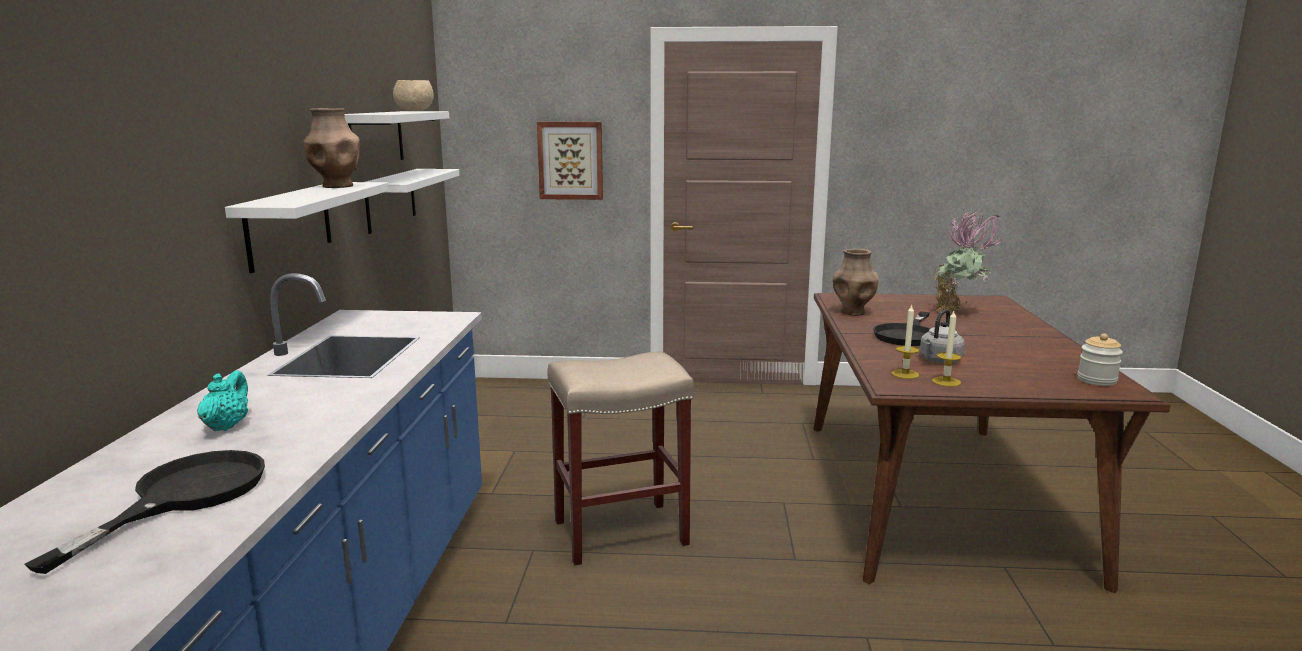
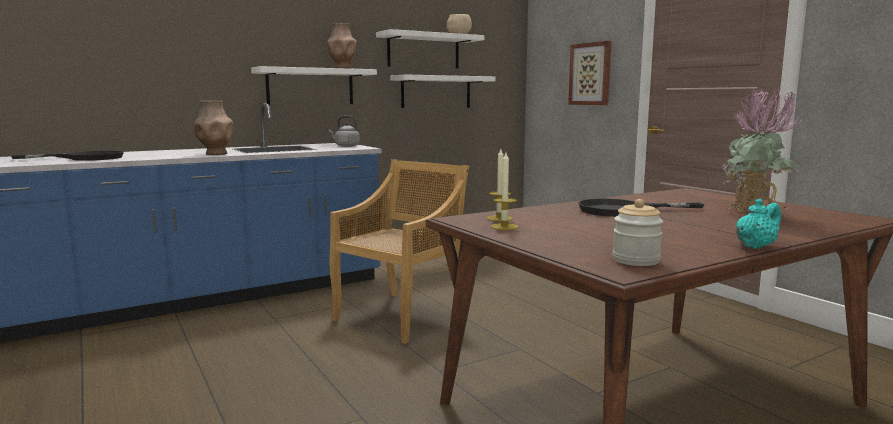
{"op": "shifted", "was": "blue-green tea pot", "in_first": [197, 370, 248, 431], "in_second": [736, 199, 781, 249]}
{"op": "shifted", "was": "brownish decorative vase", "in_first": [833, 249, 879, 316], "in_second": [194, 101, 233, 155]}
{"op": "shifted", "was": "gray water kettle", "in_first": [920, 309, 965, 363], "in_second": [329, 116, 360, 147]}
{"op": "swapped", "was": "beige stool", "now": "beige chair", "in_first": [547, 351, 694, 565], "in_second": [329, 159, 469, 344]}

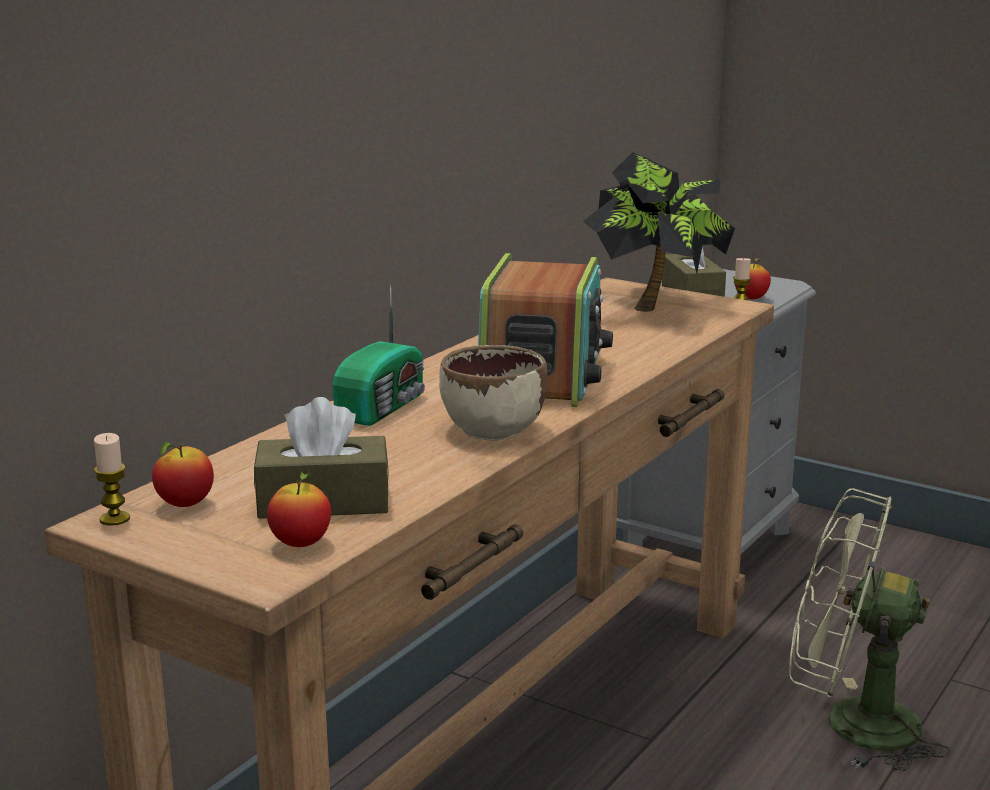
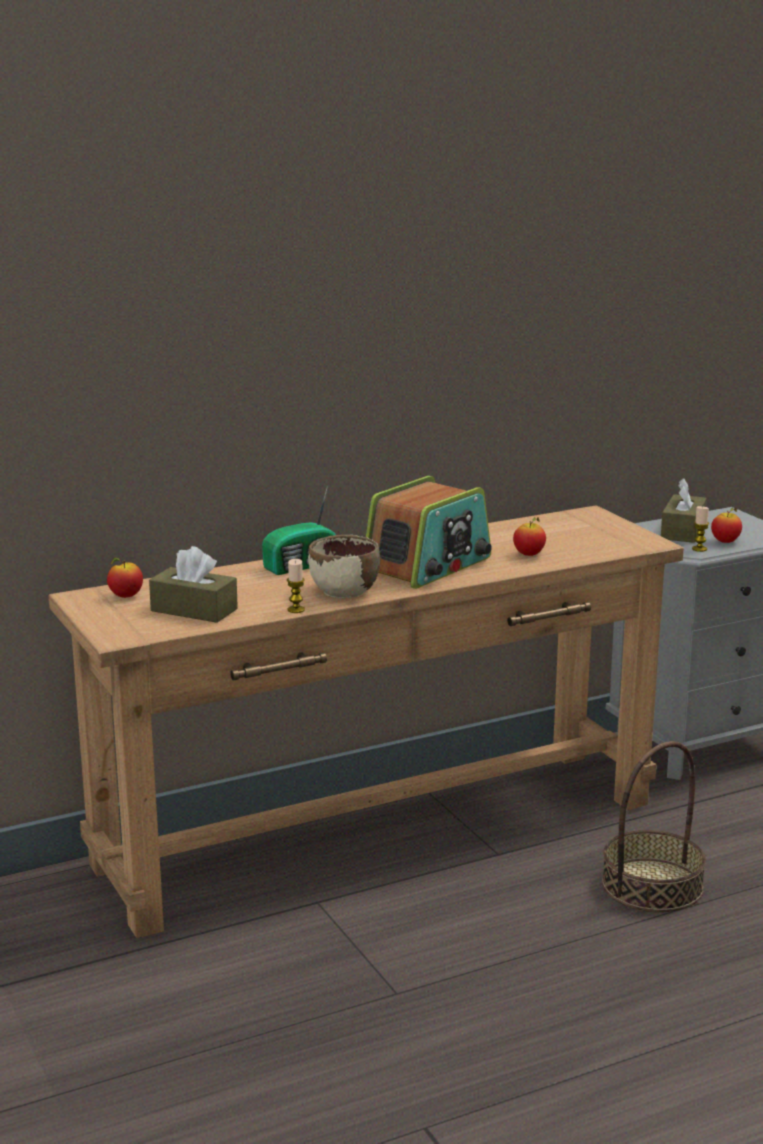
{"op": "gone", "was": "houseplant", "in_first": [583, 152, 735, 312]}
{"op": "shifted", "was": "candle", "in_first": [94, 433, 130, 526], "in_second": [287, 559, 305, 613]}
{"op": "shifted", "was": "apple fruit", "in_first": [267, 471, 331, 547], "in_second": [513, 517, 546, 556]}
{"op": "swapped", "was": "green cooling fan", "now": "household basket", "in_first": [789, 488, 950, 771], "in_second": [602, 741, 706, 912]}

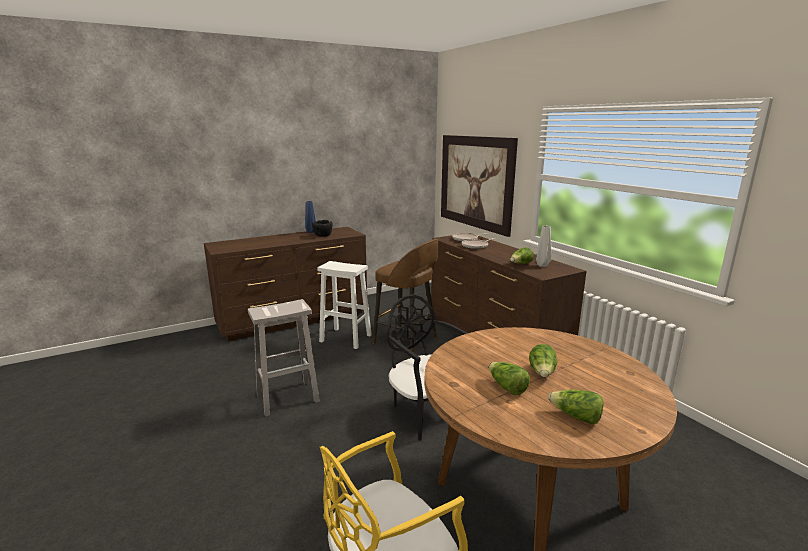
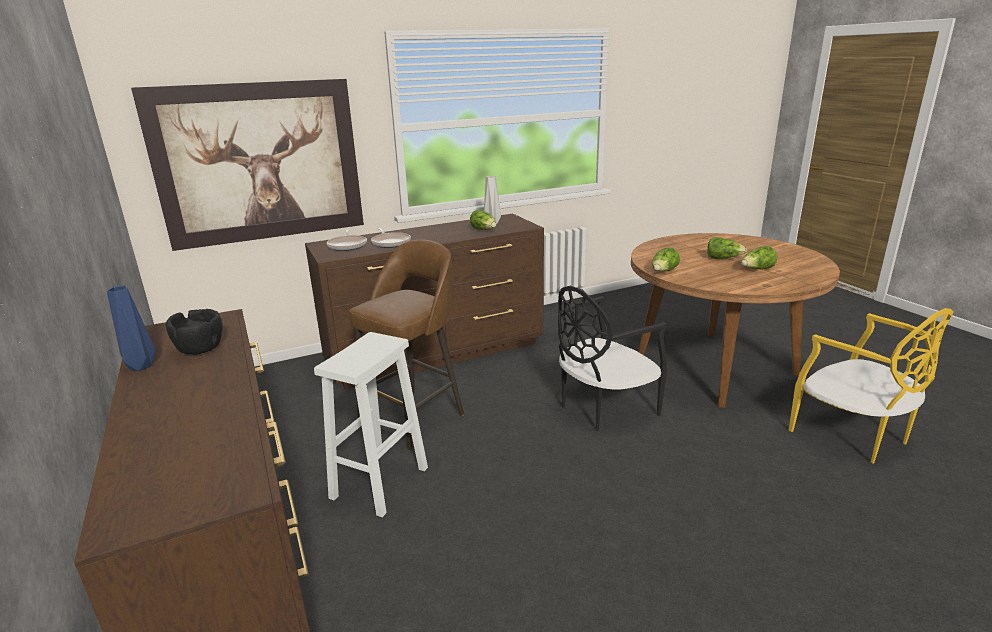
{"op": "gone", "was": "white stool", "in_first": [248, 299, 320, 417]}
{"op": "shifted", "was": "lettuce head", "in_first": [548, 390, 603, 425], "in_second": [652, 247, 680, 272]}

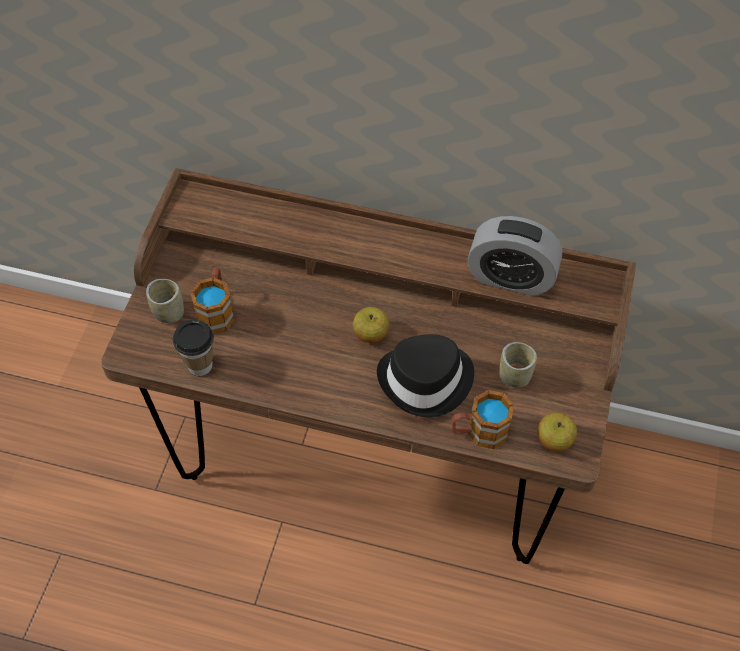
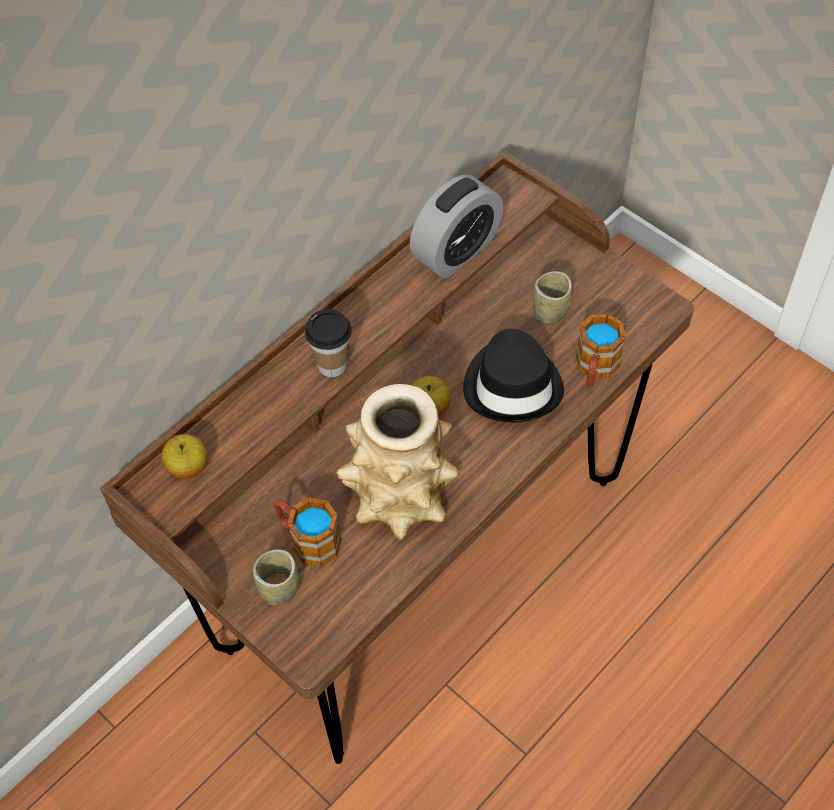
{"op": "new", "now": "decorative vase", "in_second": [336, 384, 459, 540]}
{"op": "shifted", "was": "cup", "in_first": [173, 319, 214, 376], "in_second": [305, 309, 352, 377]}
{"op": "shifted", "was": "apple fruit", "in_first": [537, 413, 577, 452], "in_second": [161, 434, 208, 479]}

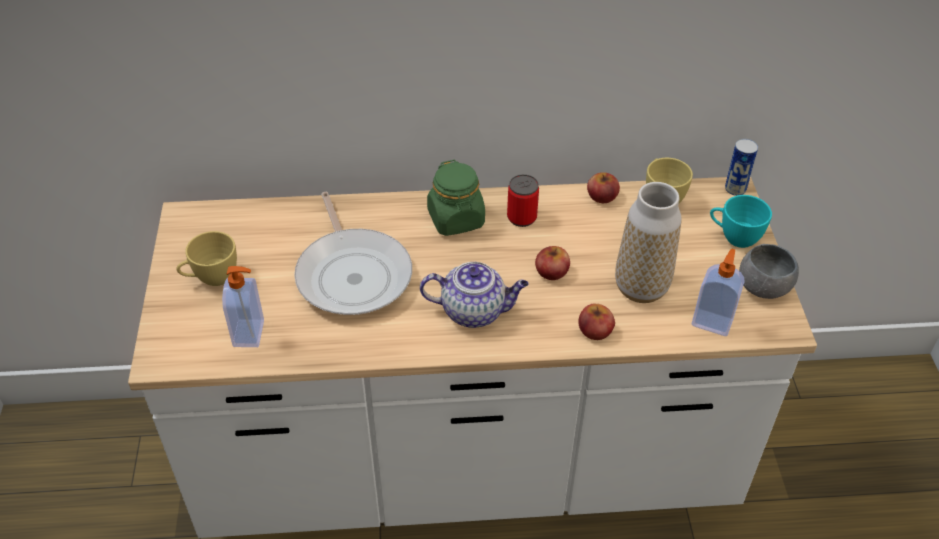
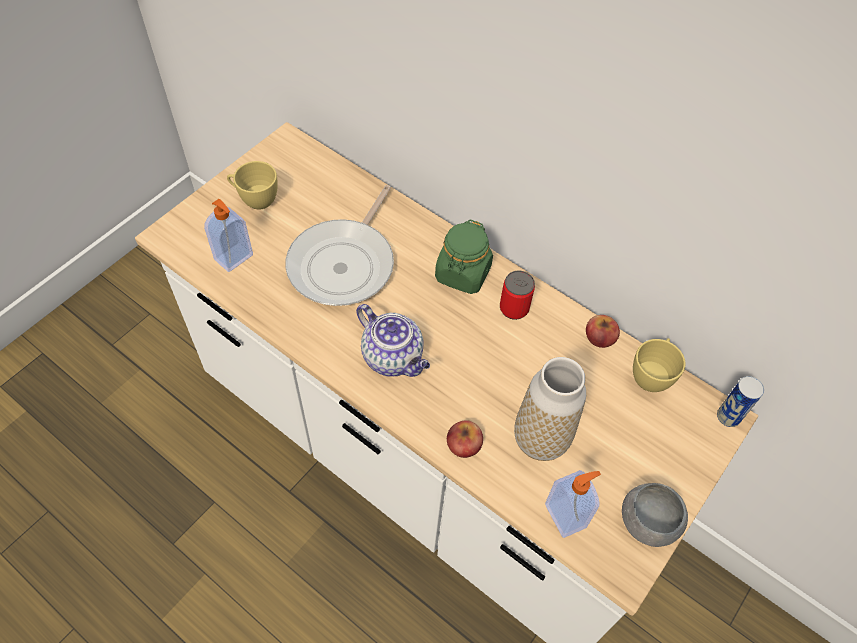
{"op": "gone", "was": "apple fruit", "in_first": [535, 246, 570, 280]}
{"op": "gone", "was": "blue-green cup", "in_first": [710, 195, 772, 248]}

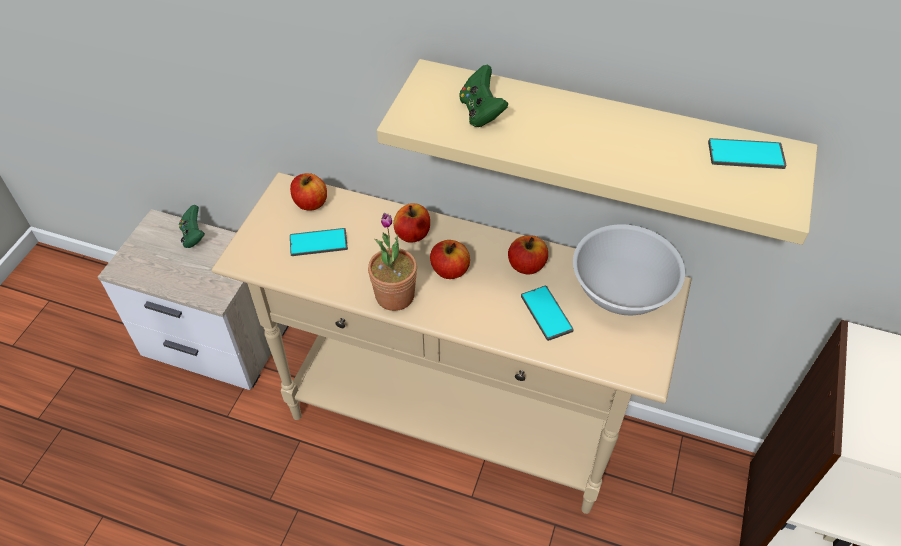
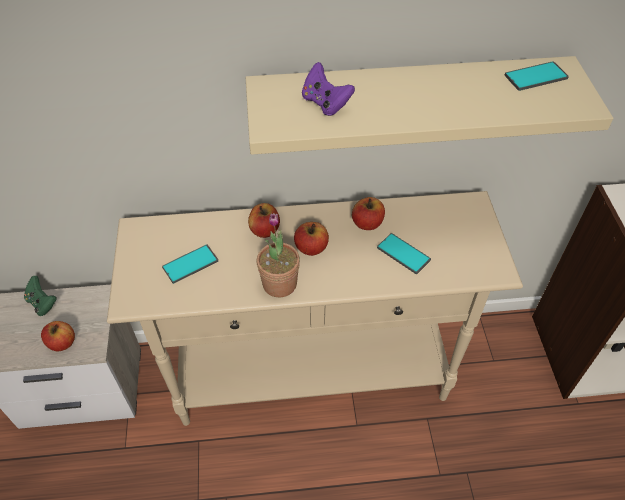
{"op": "gone", "was": "white deep dish", "in_first": [573, 224, 685, 315]}
{"op": "shifted", "was": "apple fruit", "in_first": [290, 173, 327, 211], "in_second": [41, 321, 75, 351]}
{"op": "repainted", "was": "green game controller", "now": "purplish game controller", "in_first": [459, 64, 508, 127], "in_second": [302, 62, 355, 116]}

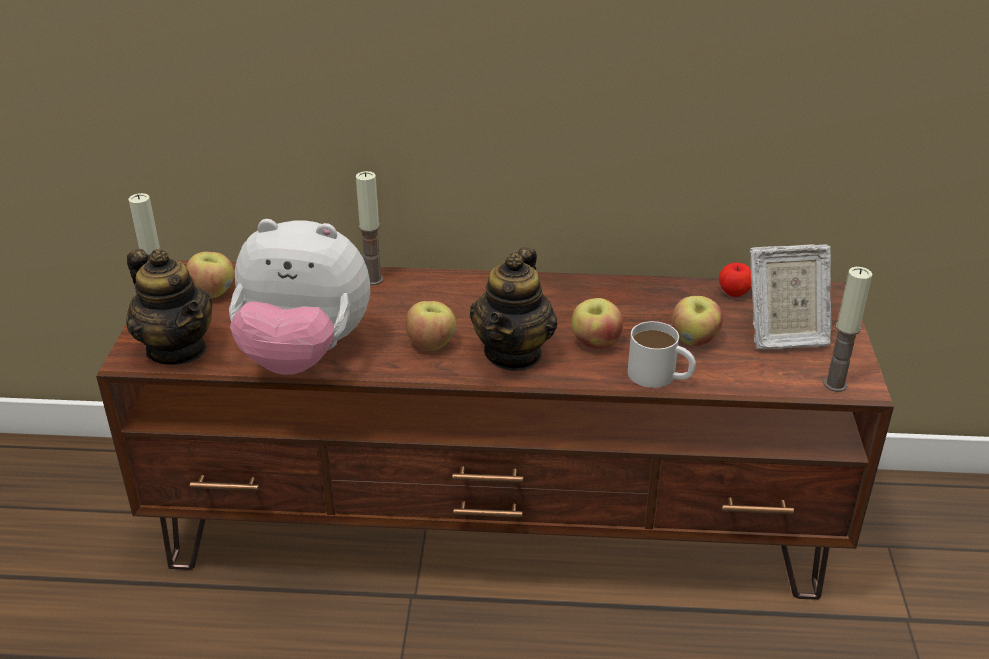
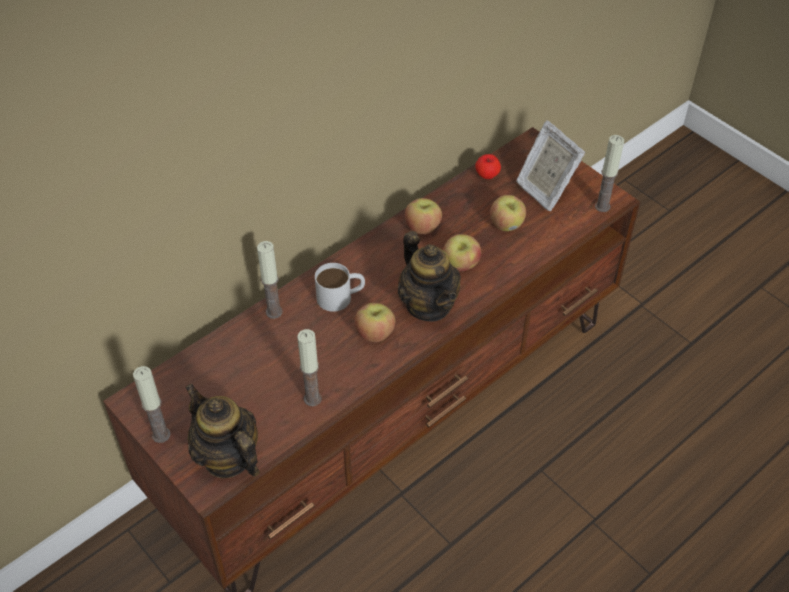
{"op": "shifted", "was": "apple fruit", "in_first": [186, 252, 234, 299], "in_second": [405, 198, 442, 235]}
{"op": "shifted", "was": "white mug", "in_first": [628, 321, 696, 388], "in_second": [315, 263, 365, 312]}
{"op": "swapped", "was": "soft toy", "now": "candle", "in_first": [229, 219, 370, 375], "in_second": [297, 329, 322, 406]}
{"op": "rotated", "was": "tea pot", "in_first": [126, 249, 213, 365], "in_second": [185, 384, 260, 478], "clockwise": -135}
{"op": "rotated", "was": "standing frame", "in_first": [750, 244, 831, 350], "in_second": [516, 121, 585, 211], "clockwise": 105}

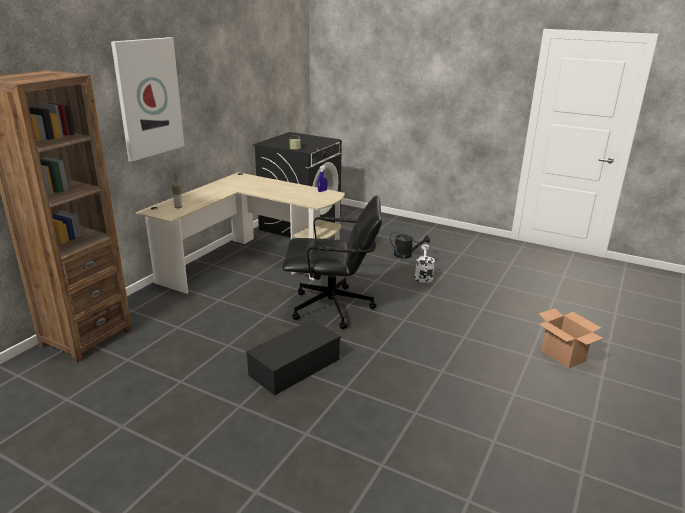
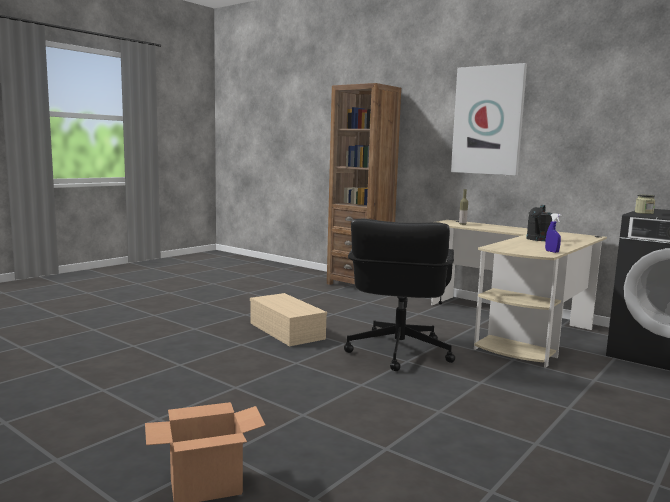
{"op": "gone", "was": "white sprinkling can", "in_first": [415, 244, 435, 283]}
{"op": "shifted", "was": "black sprinkling can", "in_first": [390, 231, 430, 259], "in_second": [526, 205, 553, 241]}
{"op": "repainted", "was": "black storage container", "now": "beige storage container", "in_first": [246, 320, 341, 395], "in_second": [250, 293, 327, 346]}

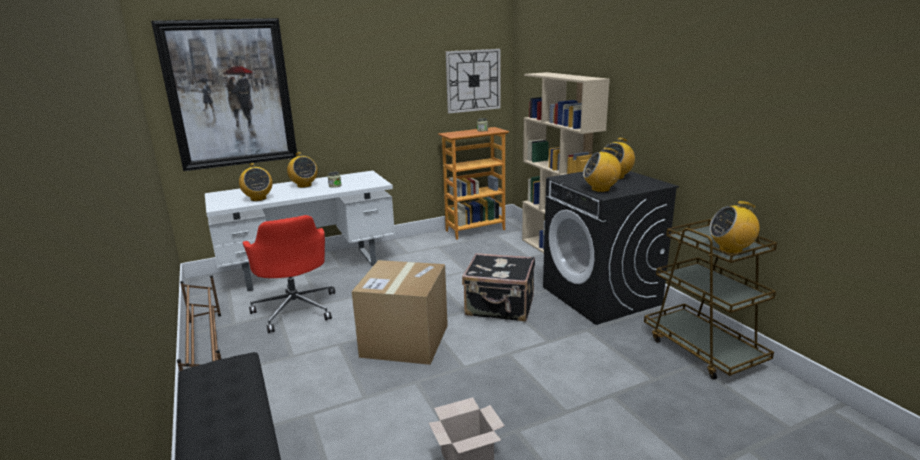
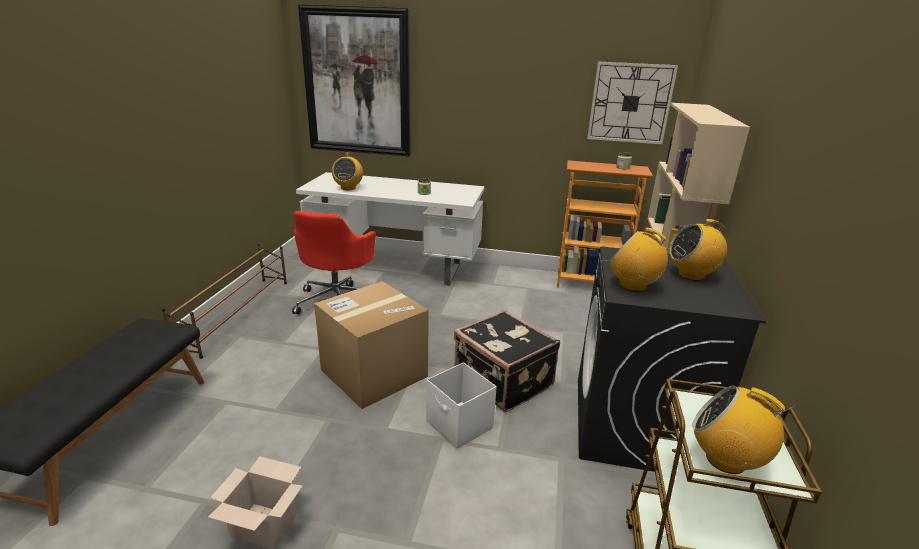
{"op": "gone", "was": "radio set", "in_first": [287, 152, 318, 188]}
{"op": "new", "now": "white storage container", "in_second": [426, 363, 497, 449]}

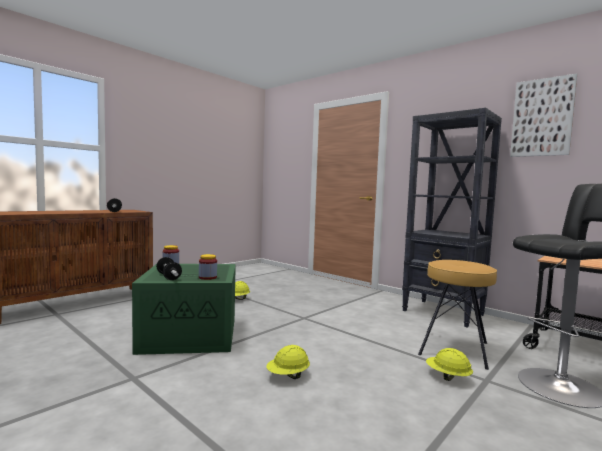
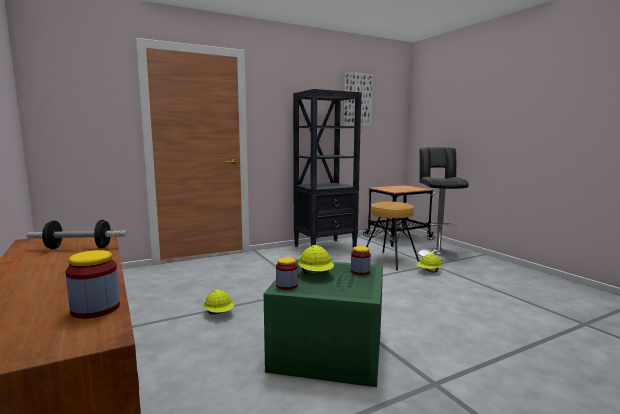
{"op": "gone", "was": "dumbbell", "in_first": [156, 257, 182, 280]}
{"op": "new", "now": "storage jar", "in_second": [66, 250, 120, 319]}
{"op": "shifted", "was": "yellow-coloured work helmet", "in_first": [266, 345, 310, 379], "in_second": [298, 245, 334, 275]}

